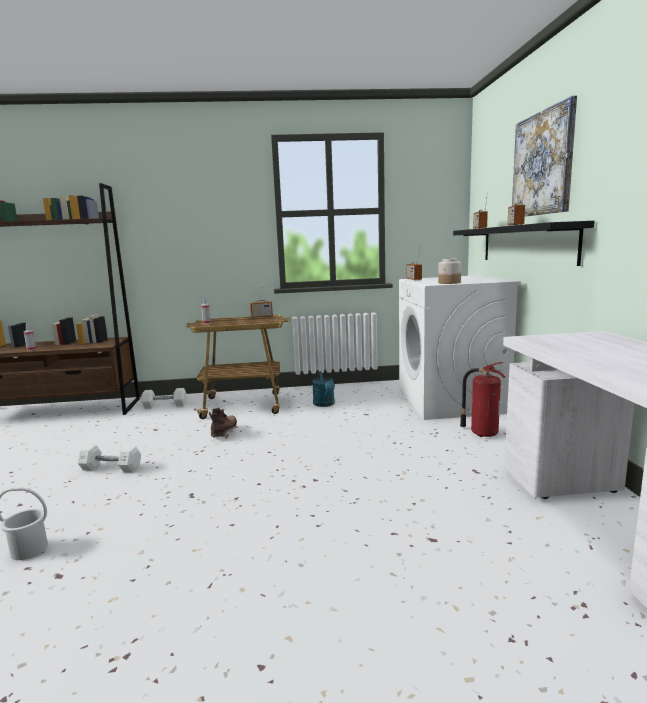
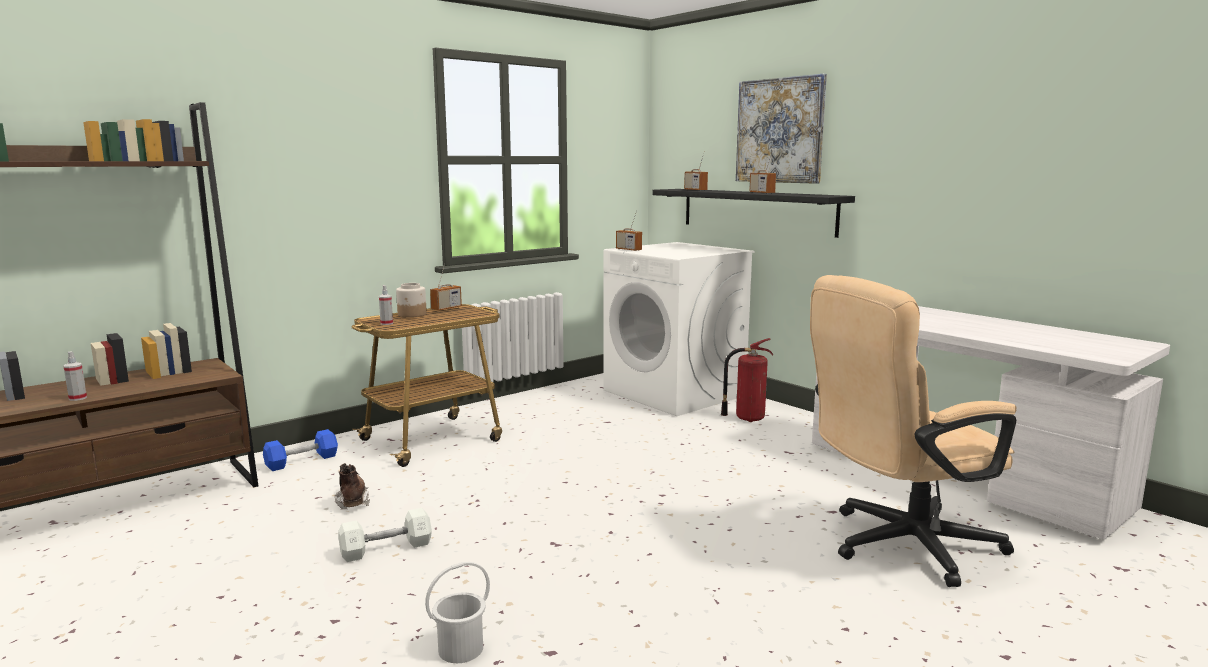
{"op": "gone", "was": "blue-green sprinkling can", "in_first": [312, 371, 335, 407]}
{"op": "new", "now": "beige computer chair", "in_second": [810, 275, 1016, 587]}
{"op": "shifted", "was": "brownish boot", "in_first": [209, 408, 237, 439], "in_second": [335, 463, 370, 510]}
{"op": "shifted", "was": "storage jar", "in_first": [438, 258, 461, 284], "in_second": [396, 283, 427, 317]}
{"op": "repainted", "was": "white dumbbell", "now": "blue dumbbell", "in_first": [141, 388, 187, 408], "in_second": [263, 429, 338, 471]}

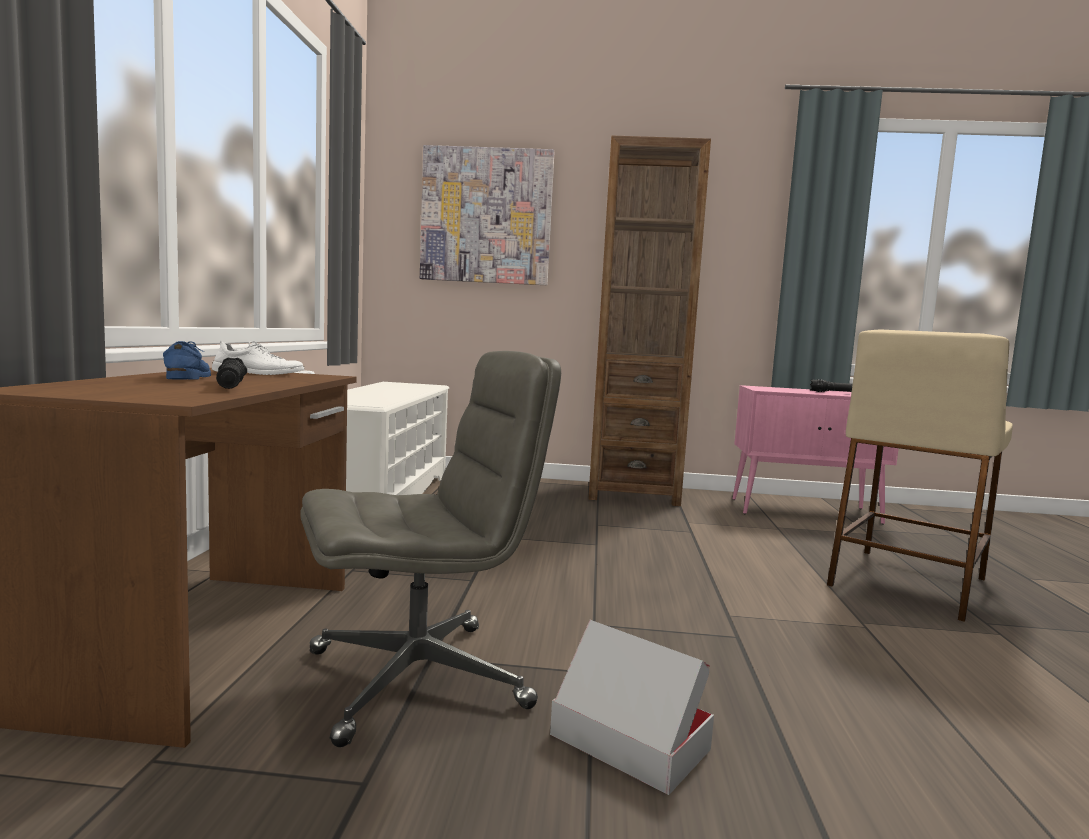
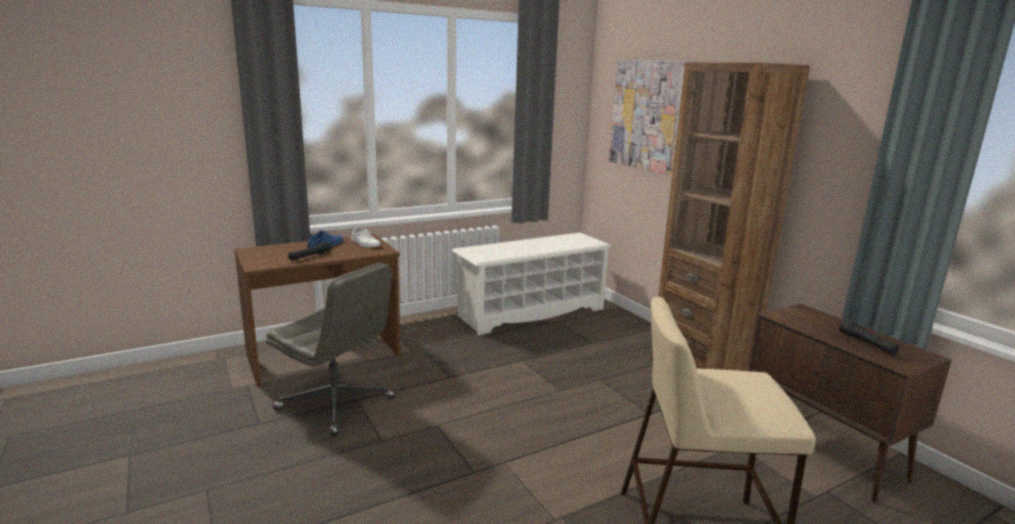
{"op": "gone", "was": "packing box", "in_first": [550, 620, 714, 795]}
{"op": "repainted", "was": "pink cupboard", "now": "brownish cupboard", "in_first": [732, 385, 899, 525], "in_second": [749, 304, 952, 503]}

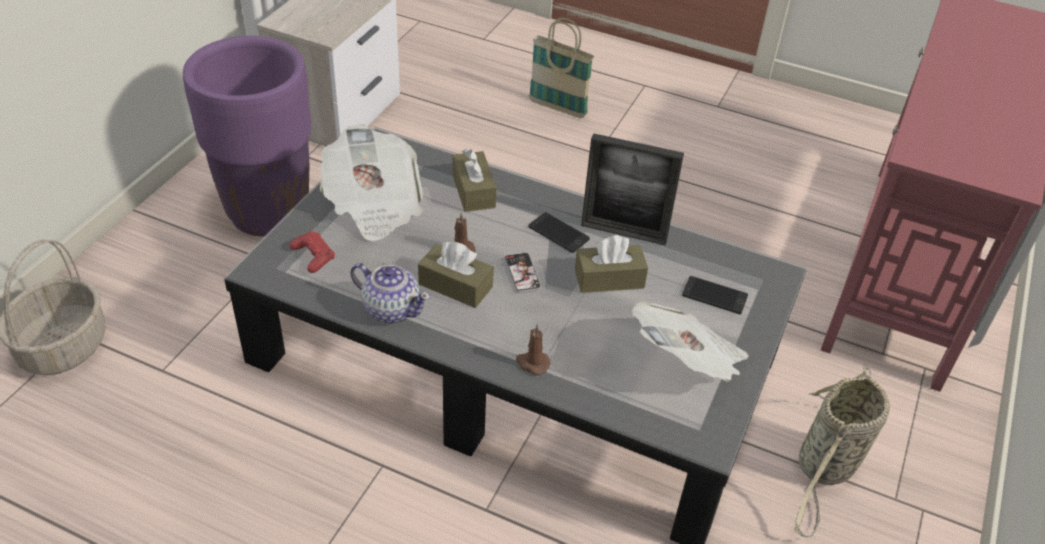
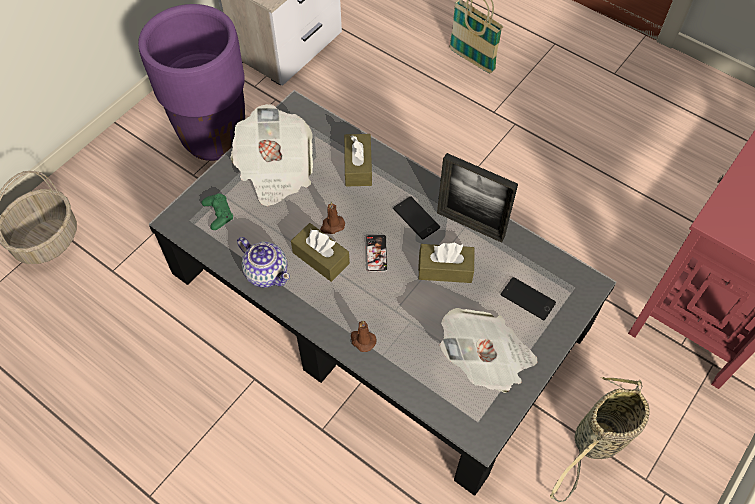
{"op": "repainted", "was": "red game controller", "now": "green game controller", "in_first": [289, 231, 335, 273], "in_second": [202, 193, 233, 230]}

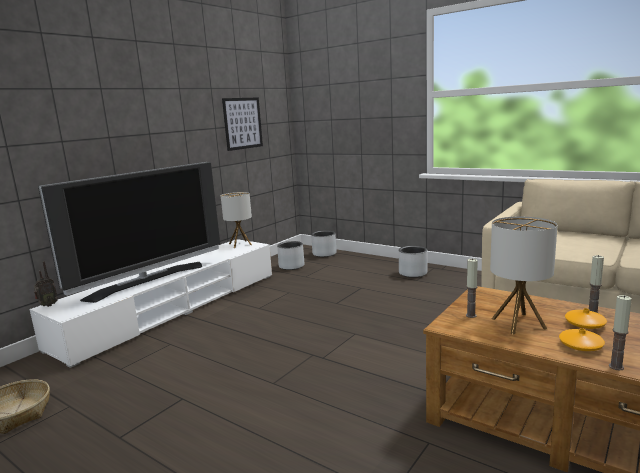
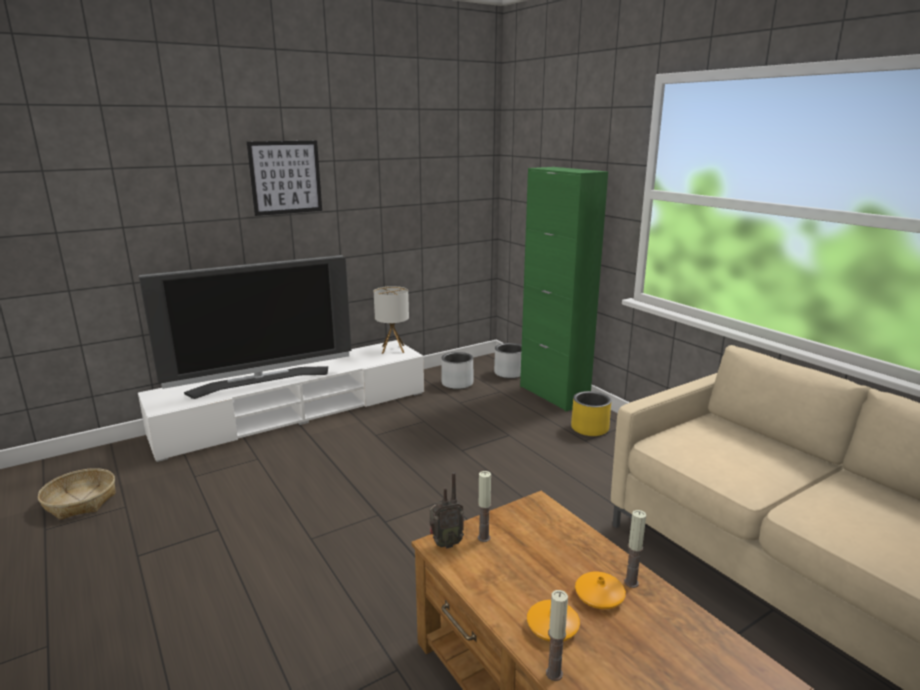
{"op": "gone", "was": "tabletop lamp", "in_first": [490, 217, 558, 335]}
{"op": "new", "now": "green cupboard", "in_second": [520, 167, 608, 412]}
{"op": "shifted", "was": "radio set", "in_first": [34, 261, 58, 307], "in_second": [429, 472, 464, 549]}
{"op": "shifted", "was": "wall picture", "in_first": [222, 97, 263, 151], "in_second": [247, 141, 322, 216]}
{"op": "repainted", "was": "gray flower pot", "now": "yellow-coloured flower pot", "in_first": [399, 246, 428, 278], "in_second": [571, 391, 611, 436]}

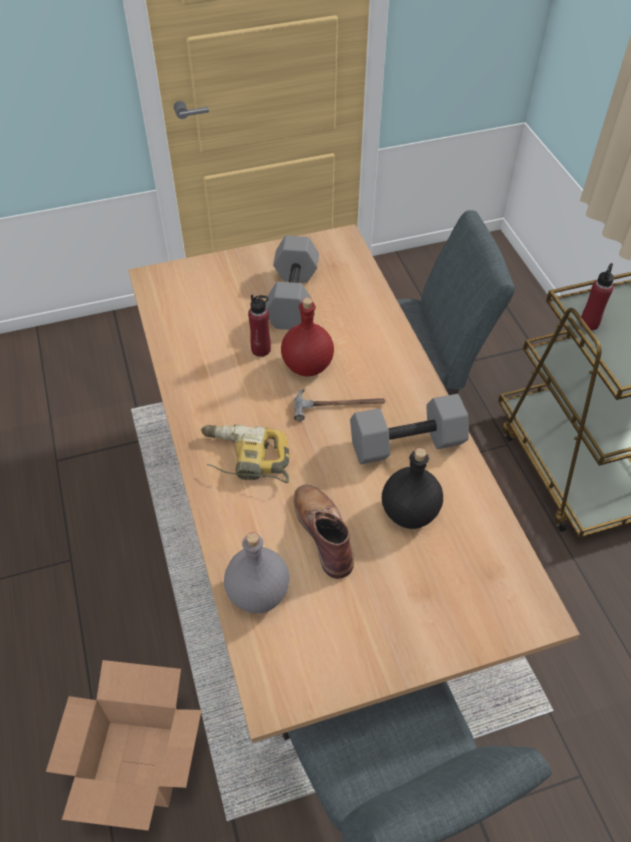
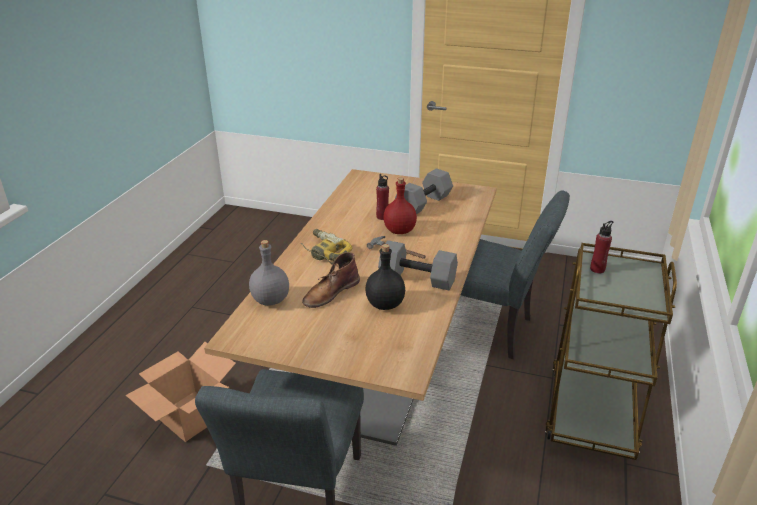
{"op": "rotated", "was": "brownish boot", "in_first": [294, 485, 354, 579], "in_second": [302, 252, 360, 308], "clockwise": -150}

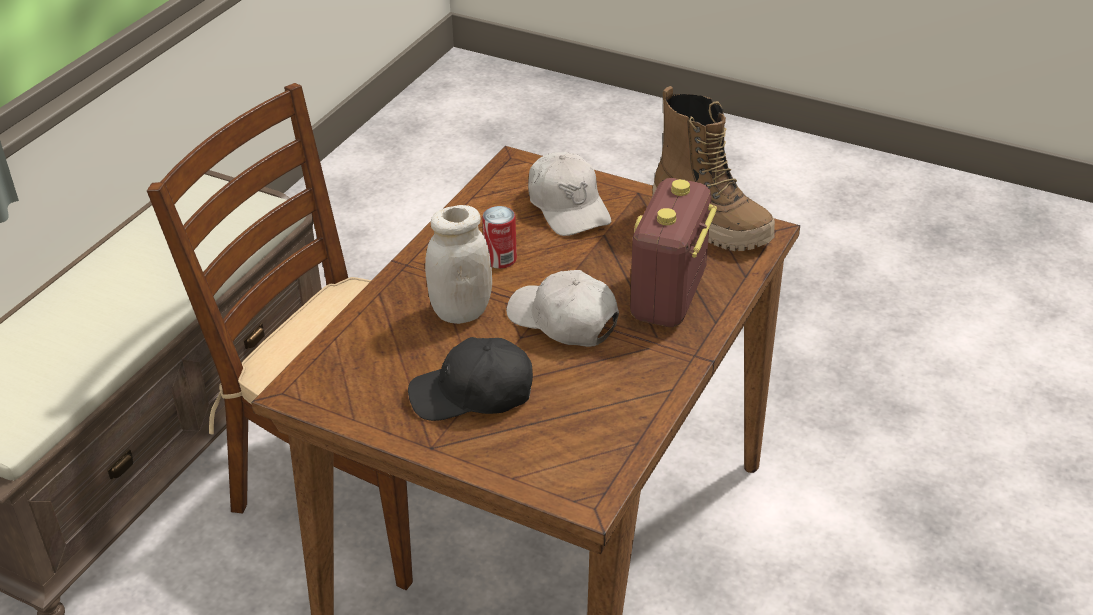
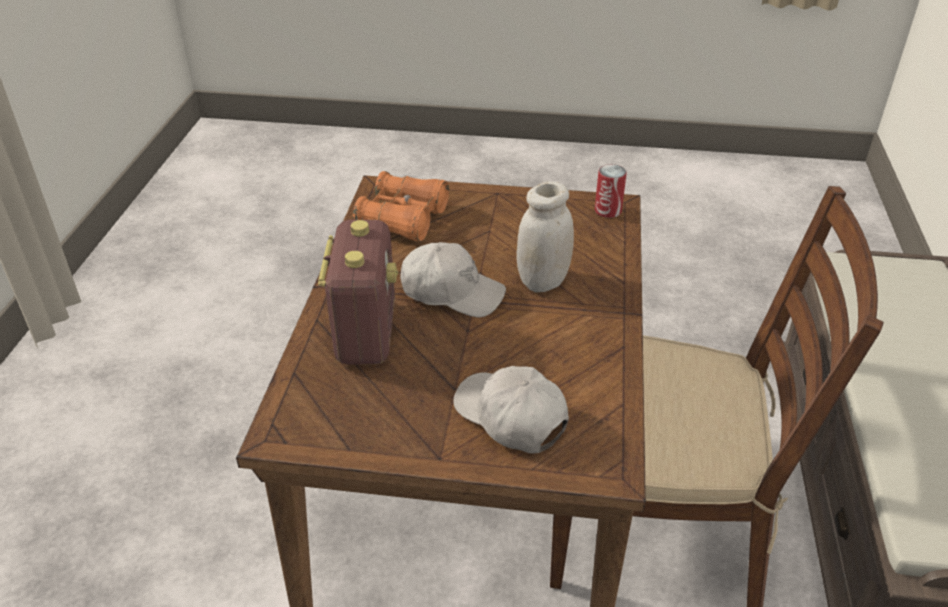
{"op": "gone", "was": "black baseball cap", "in_first": [408, 337, 533, 421]}
{"op": "gone", "was": "boot", "in_first": [652, 86, 775, 251]}
{"op": "new", "now": "orange-coloured pair of binoculars", "in_second": [353, 171, 449, 242]}
{"op": "shifted", "was": "sealed can", "in_first": [482, 206, 517, 269], "in_second": [595, 164, 627, 218]}

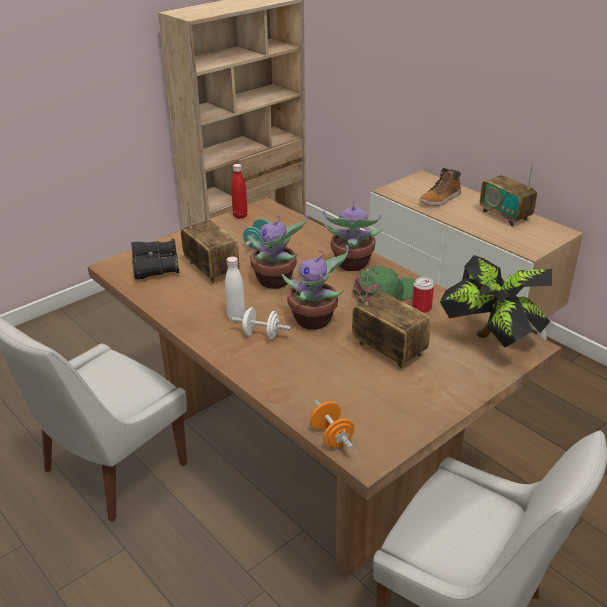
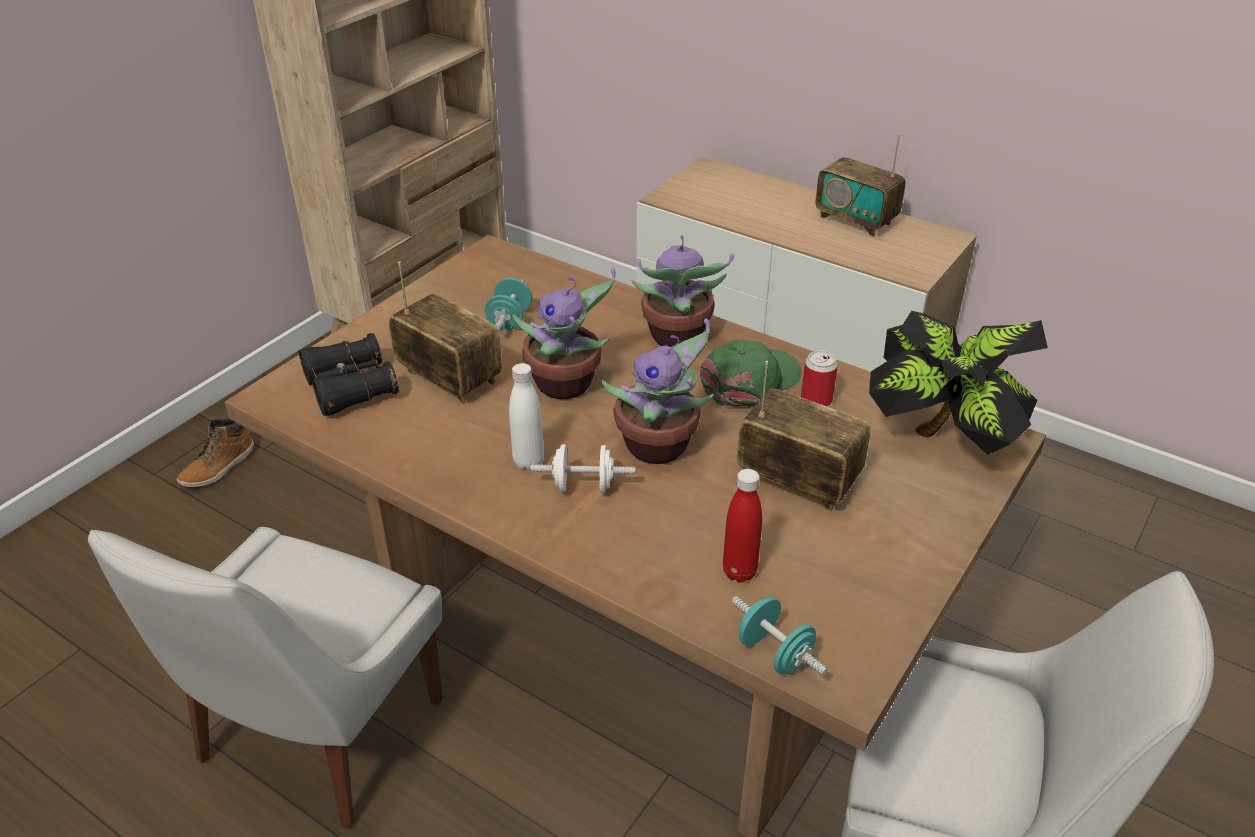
{"op": "shifted", "was": "red bottle", "in_first": [231, 164, 248, 219], "in_second": [723, 469, 762, 582]}
{"op": "shifted", "was": "boot", "in_first": [419, 168, 461, 206], "in_second": [177, 418, 255, 488]}
{"op": "repainted", "was": "orange-coloured dumbbell", "now": "blue-green dumbbell", "in_first": [310, 400, 355, 450], "in_second": [732, 596, 828, 675]}

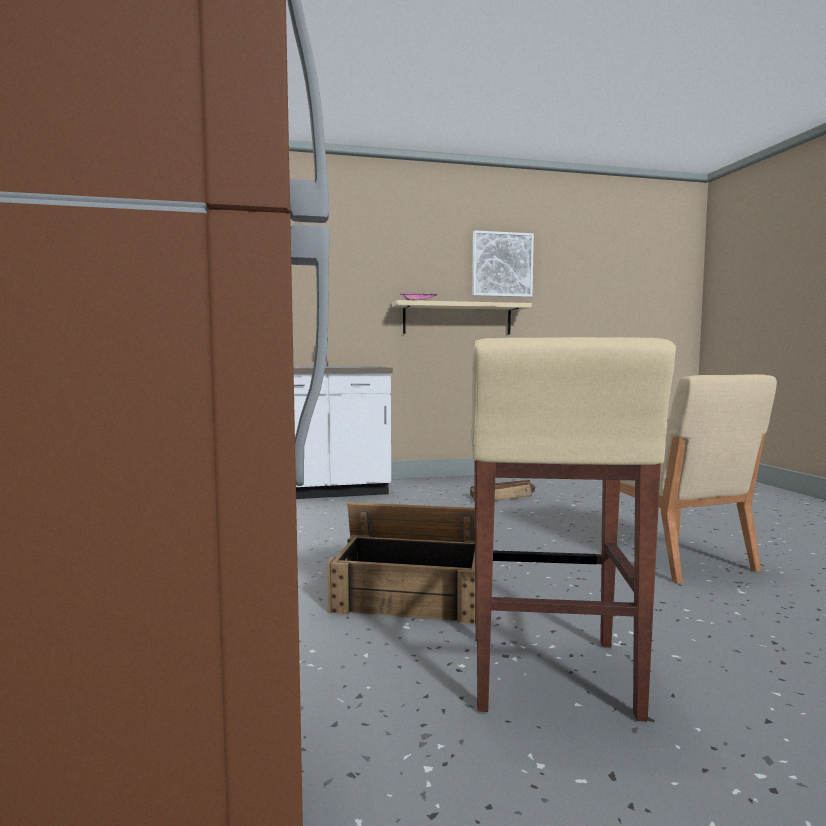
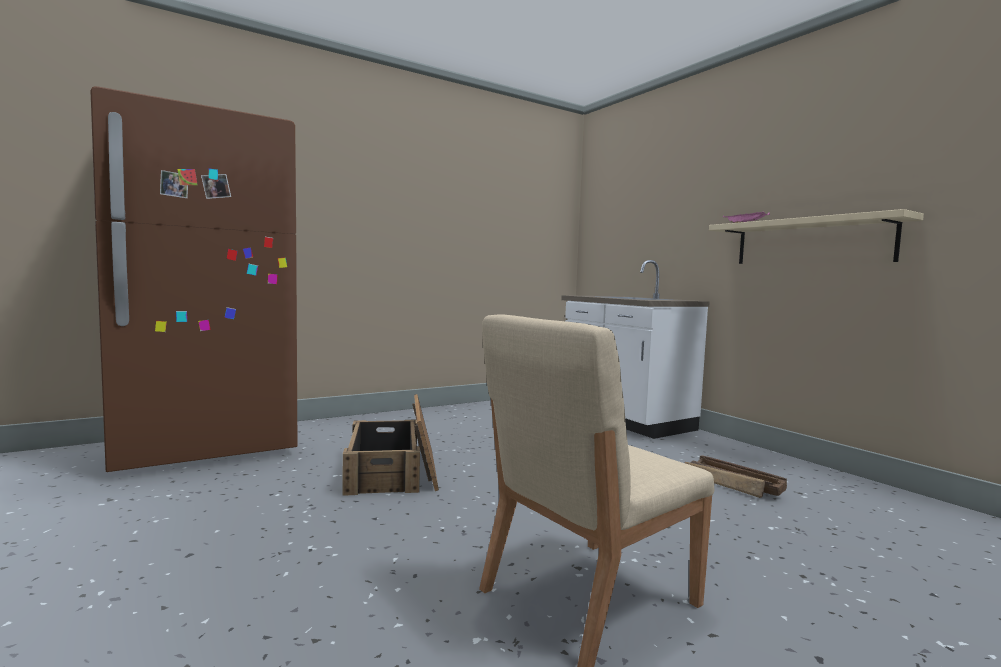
{"op": "gone", "was": "beige stool", "in_first": [471, 337, 676, 721]}
{"op": "gone", "was": "wall picture", "in_first": [472, 231, 534, 297]}

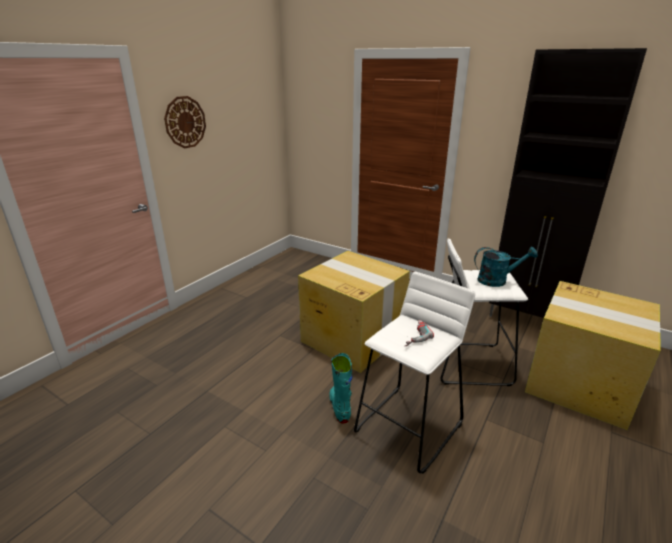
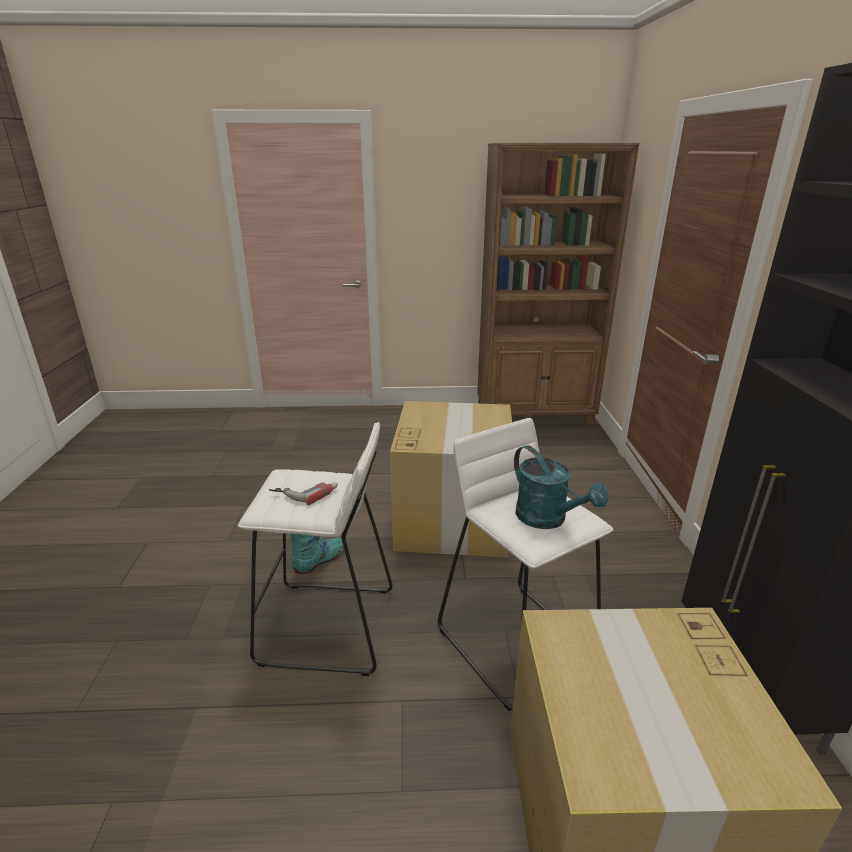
{"op": "gone", "was": "clock on the wall", "in_first": [164, 96, 206, 148]}
{"op": "new", "now": "brownish shelving unit", "in_second": [477, 143, 639, 426]}

